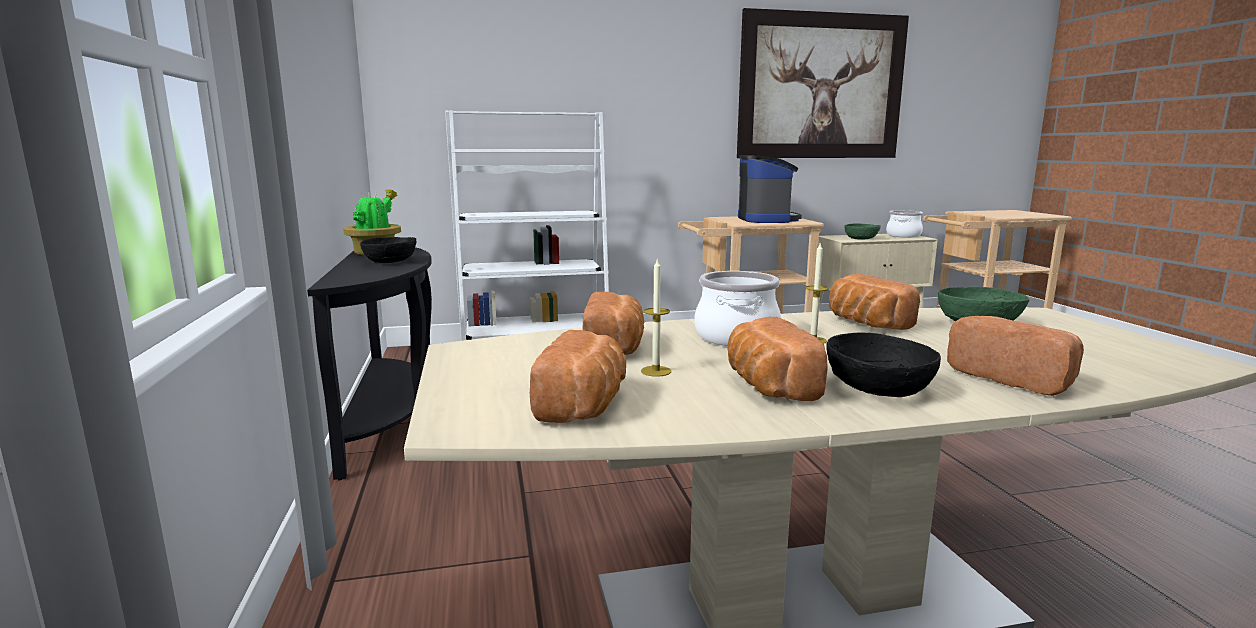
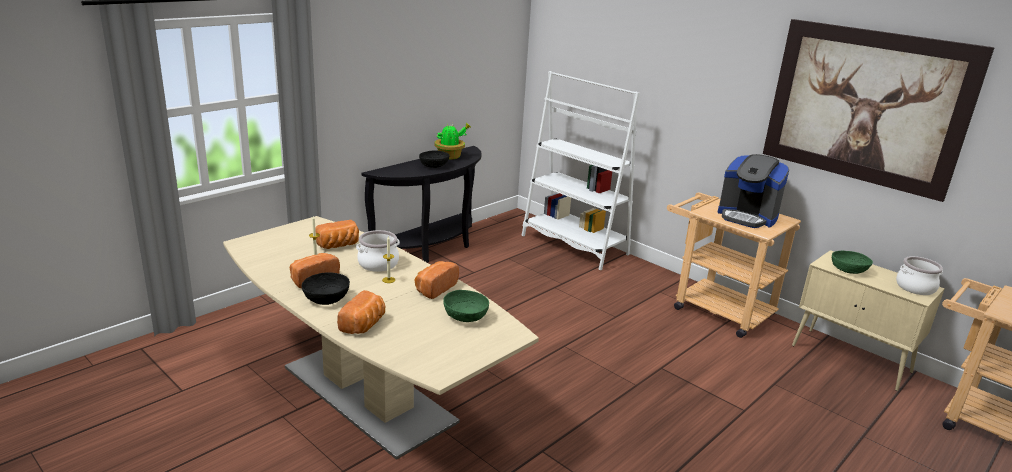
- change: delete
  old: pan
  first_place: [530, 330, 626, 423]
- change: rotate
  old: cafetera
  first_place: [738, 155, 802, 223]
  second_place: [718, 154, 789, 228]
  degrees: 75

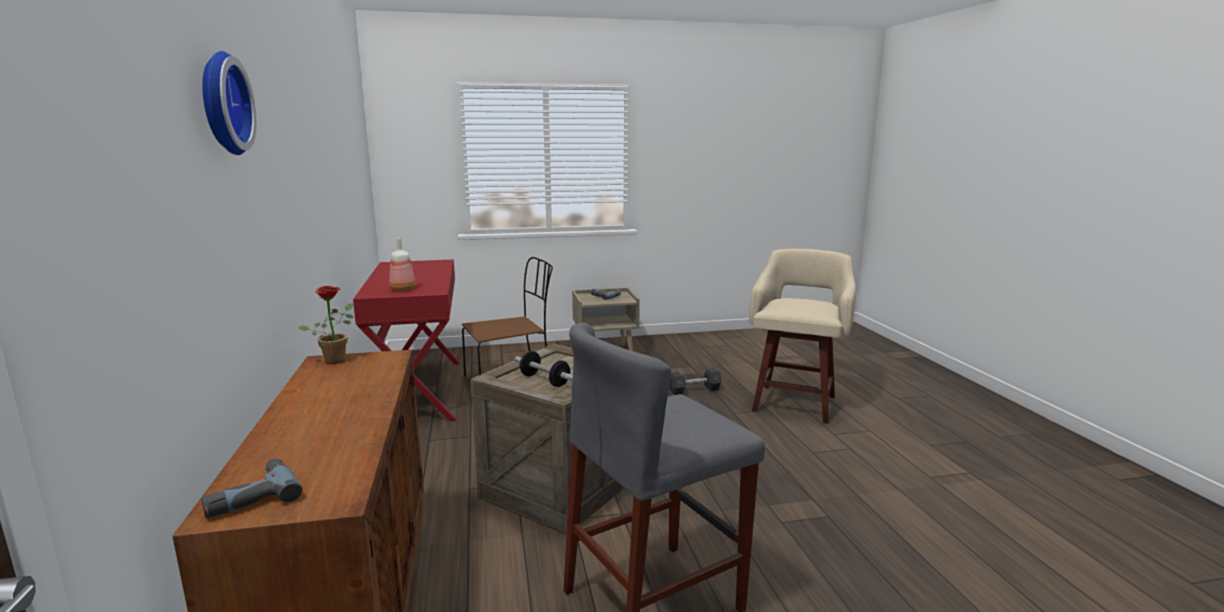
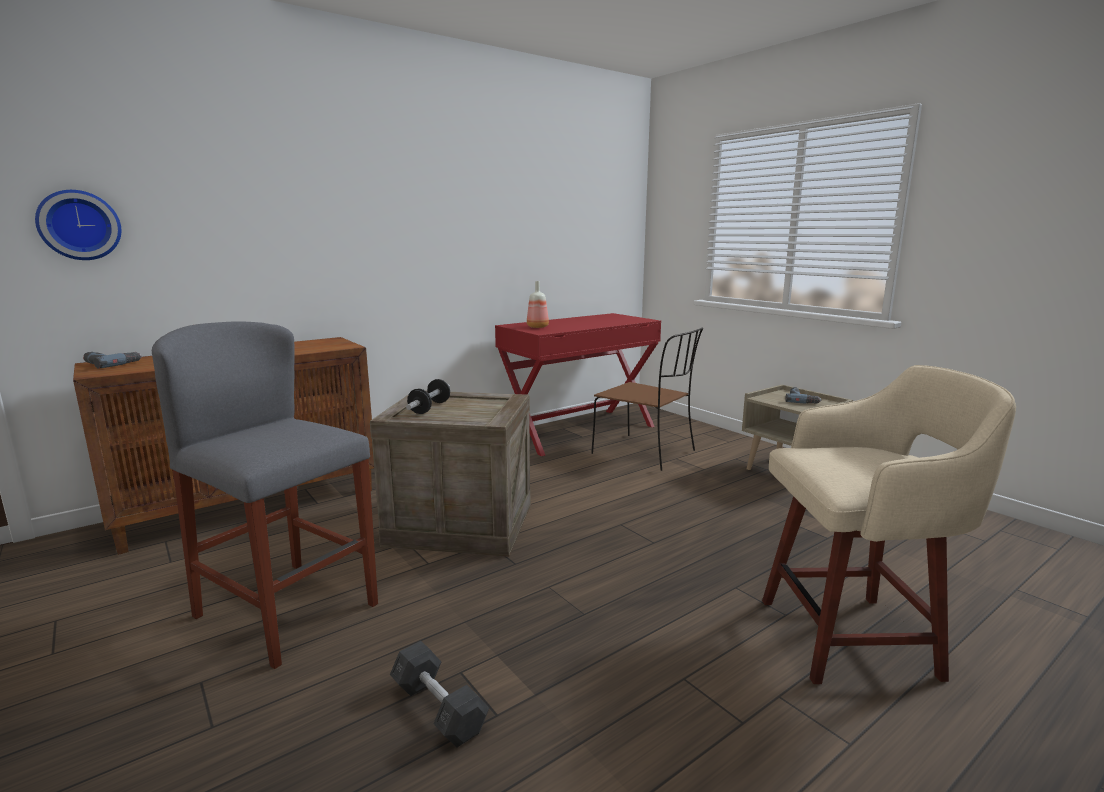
- change: move
  old: reloj de pared
  first_place: [202, 51, 256, 155]
  second_place: [35, 190, 121, 260]
- change: delete
  old: planta en maceta
  first_place: [299, 286, 354, 364]
- change: move
  old: mancuerna/gris
  first_place: [669, 368, 722, 395]
  second_place: [390, 641, 489, 747]

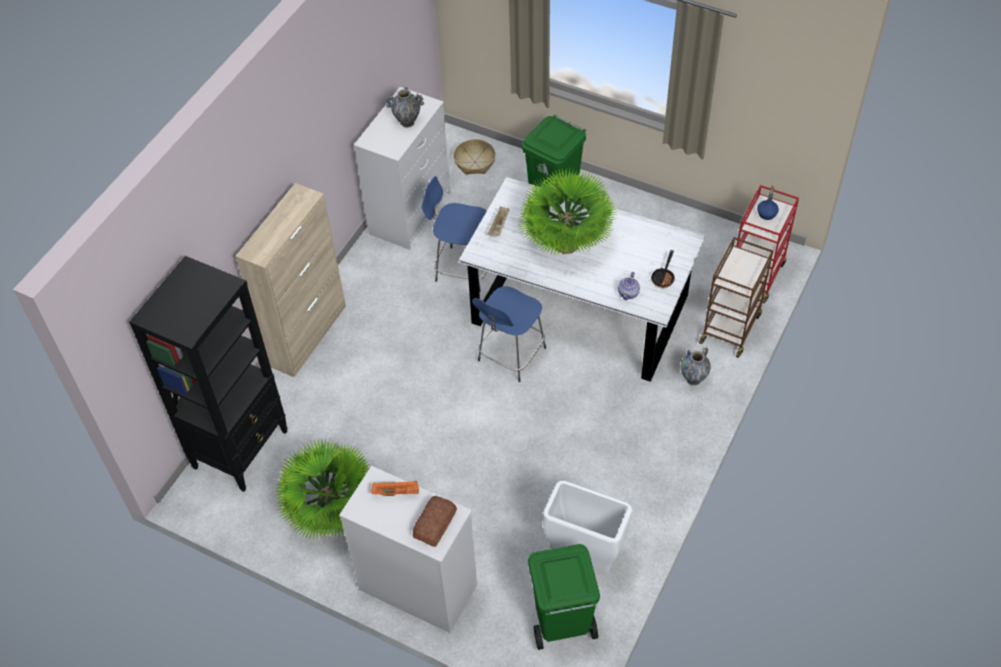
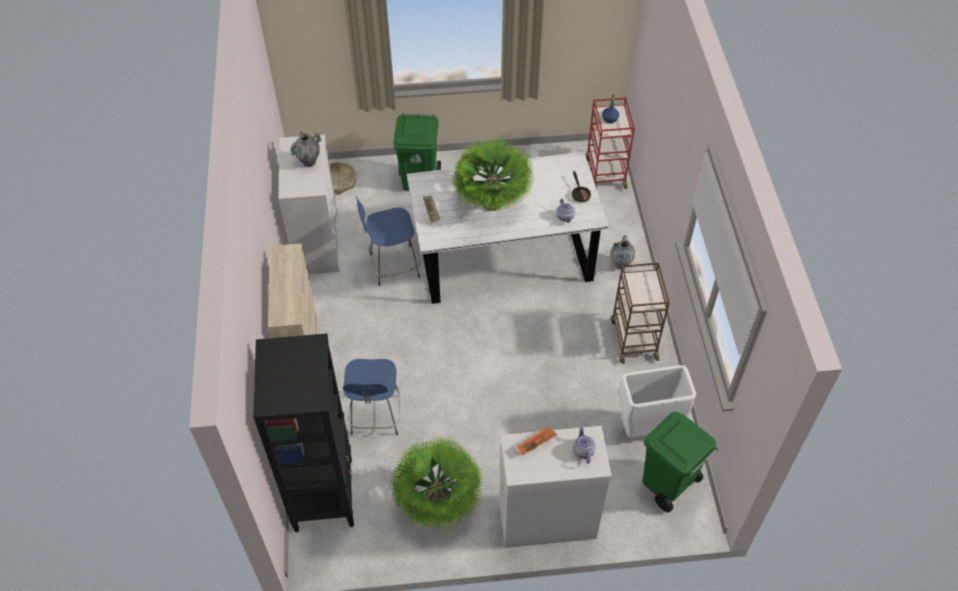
- change: replace
  old: pan
  new: tetera
  first_place: [413, 496, 457, 547]
  second_place: [573, 427, 596, 464]
- change: move
  old: taburete/azul
  first_place: [472, 286, 546, 382]
  second_place: [343, 359, 400, 435]
- change: move
  old: carrito/marrón
  first_place: [699, 237, 773, 358]
  second_place: [611, 263, 670, 364]

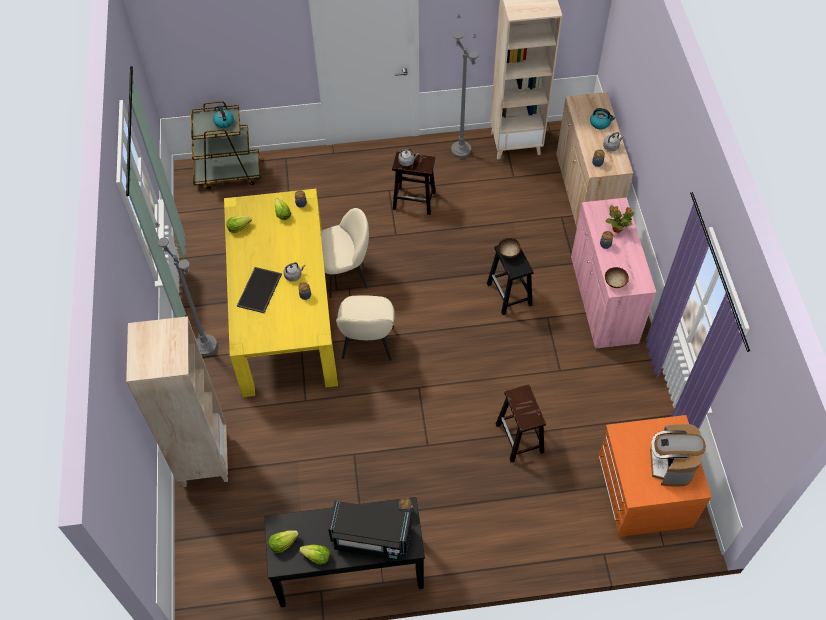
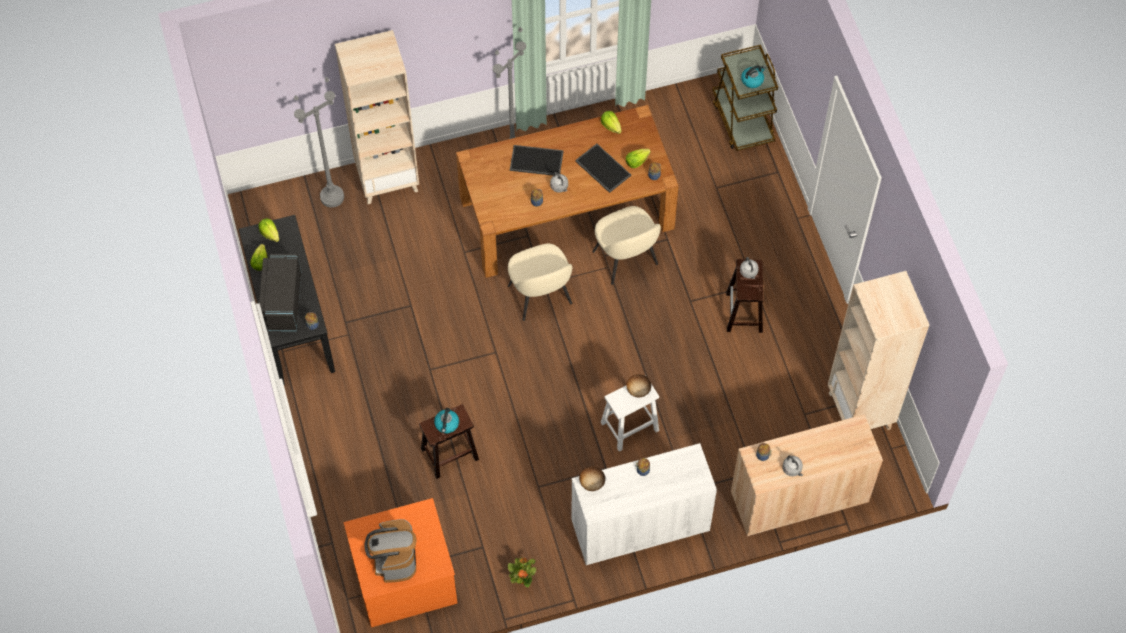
- change: recolor
  old: mesa de comedor/amarillo
  new: mesa de comedor/marrón
  first_place: [224, 189, 338, 397]
  second_place: [456, 105, 679, 278]
- change: rotate
  old: silla/beis
  first_place: [336, 295, 395, 361]
  second_place: [508, 244, 572, 321]
  degrees: -105
- change: move
  old: lámpara de pie/gris
  first_place: [451, 13, 478, 158]
  second_place: [294, 77, 344, 207]
- change: recolor
  old: taburete/negro
  new: taburete/blanco
  first_place: [487, 245, 533, 315]
  second_place: [601, 384, 659, 451]
- change: recolor
  old: armario/rosa
  new: armario/blanco
  first_place: [571, 198, 656, 349]
  second_place: [571, 443, 717, 565]
- change: move
  old: hervidor
  first_place: [590, 108, 615, 129]
  second_place: [434, 408, 459, 433]
- change: move
  old: planta en maceta
  first_place: [606, 205, 634, 233]
  second_place: [508, 558, 537, 587]
- change: rotate
  old: cafetera
  first_place: [650, 424, 706, 487]
  second_place: [365, 519, 416, 583]
  degrees: -90
- change: insert
  new: bandeja
  second_place: [575, 144, 631, 193]

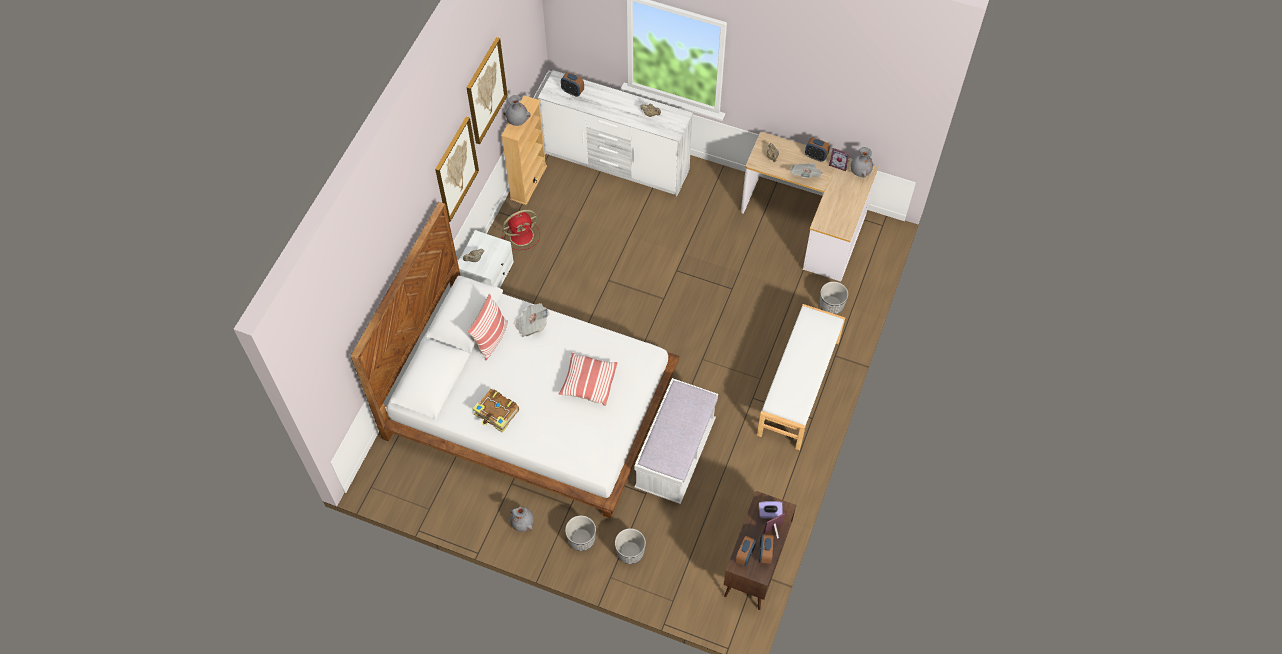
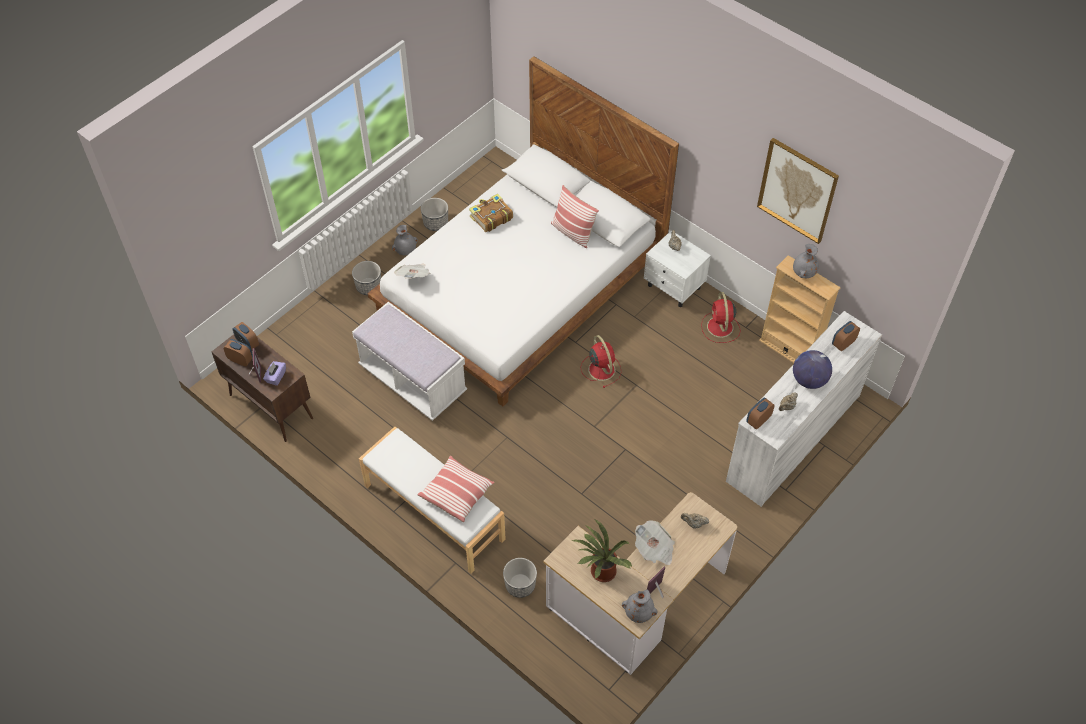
- change: delete
  old: cuadro
  first_place: [435, 117, 479, 222]
- change: move
  old: periódico
  first_place: [514, 303, 549, 337]
  second_place: [394, 264, 430, 279]
- change: move
  old: cojín
  first_place: [558, 353, 617, 406]
  second_place: [417, 456, 495, 522]
- change: move
  old: maceta
  first_place: [615, 528, 646, 564]
  second_place: [421, 198, 448, 231]
- change: move
  old: despertador
  first_place: [805, 138, 830, 162]
  second_place: [746, 398, 775, 429]
- change: insert
  new: planta en maceta
  second_place: [572, 519, 633, 582]
- change: insert
  new: ventilador/rojo
  second_place: [581, 335, 622, 388]
- change: insert
  new: globo terráqueo
  second_place: [793, 350, 832, 389]

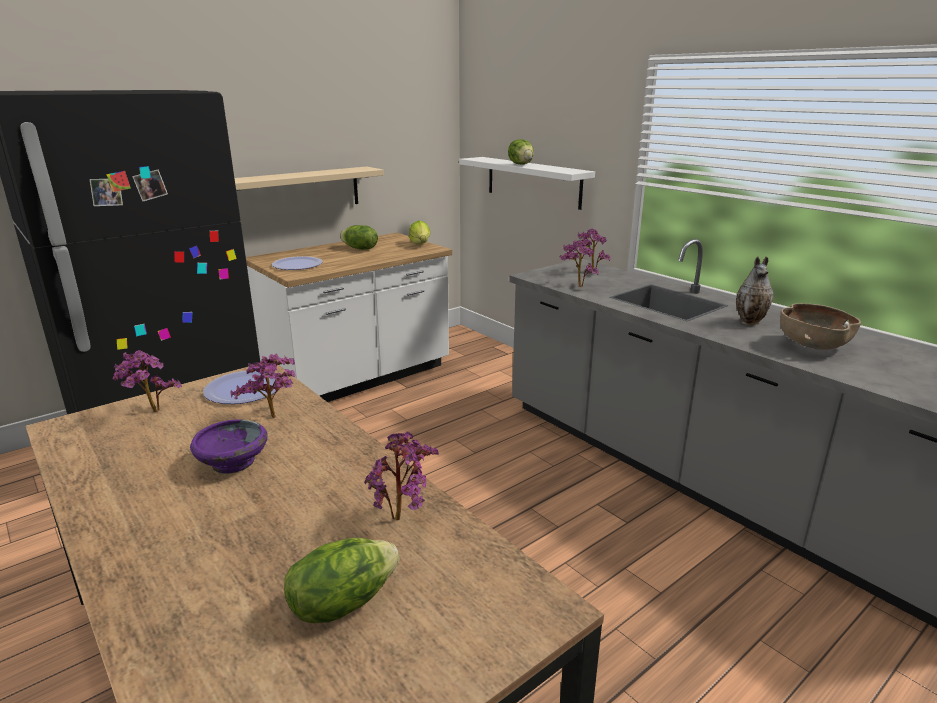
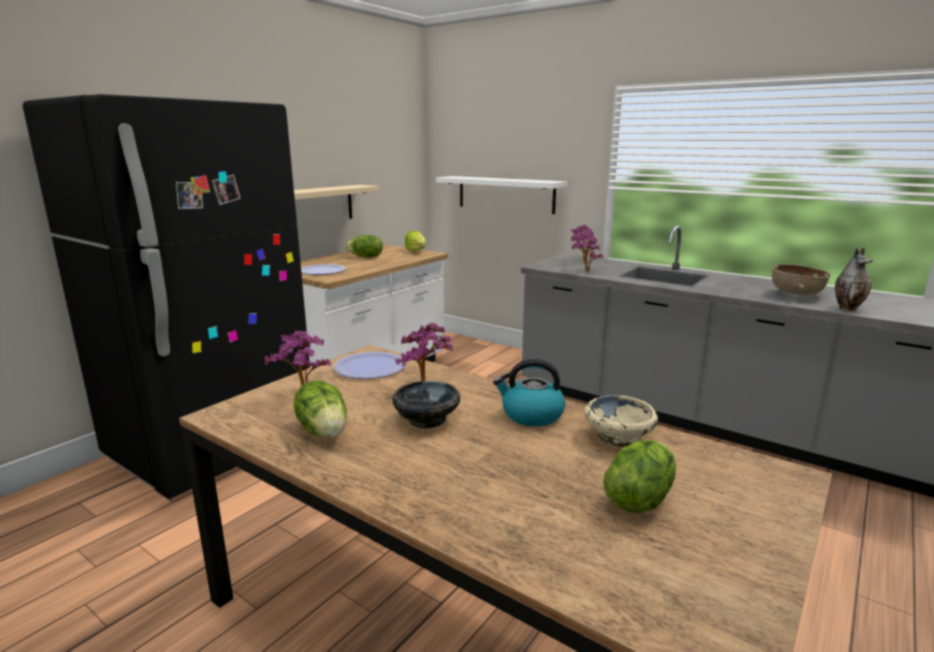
- change: recolor
  old: cuenco/morado
  new: cuenco/negro
  first_place: [190, 419, 267, 474]
  second_place: [392, 381, 460, 429]
- change: replace
  old: planta en maceta
  new: cuenco/beis
  first_place: [364, 431, 439, 520]
  second_place: [585, 395, 658, 447]
- change: move
  old: lechuga
  first_place: [508, 139, 534, 165]
  second_place: [294, 380, 347, 438]
- change: move
  old: florero
  first_place: [736, 256, 773, 325]
  second_place: [835, 247, 873, 311]
- change: insert
  new: hervidor
  second_place: [493, 359, 565, 426]

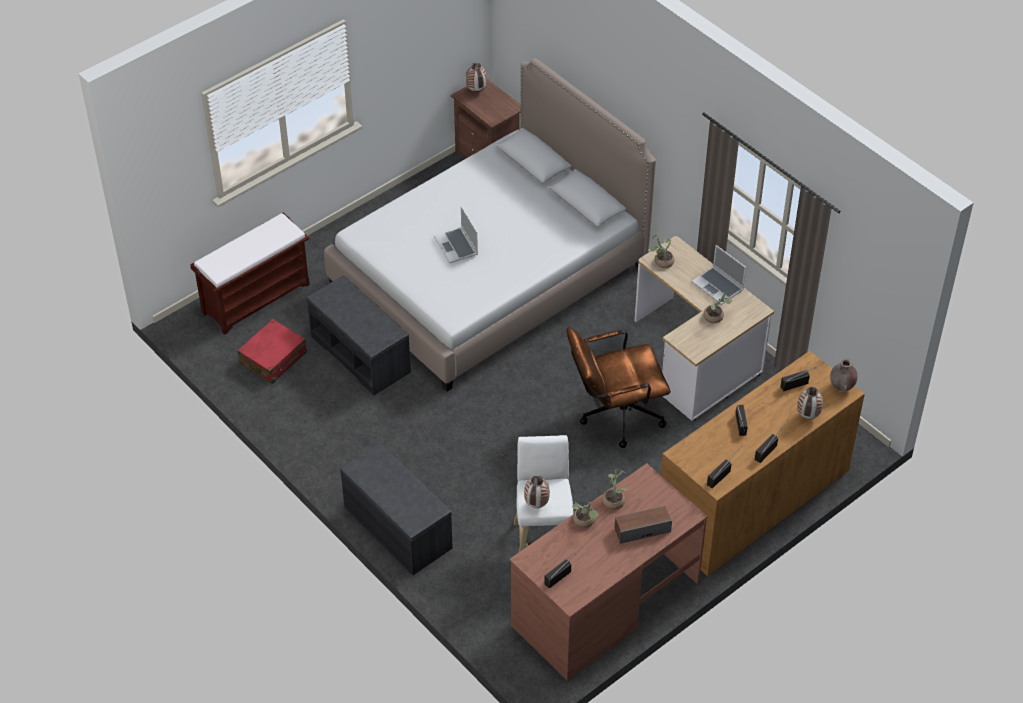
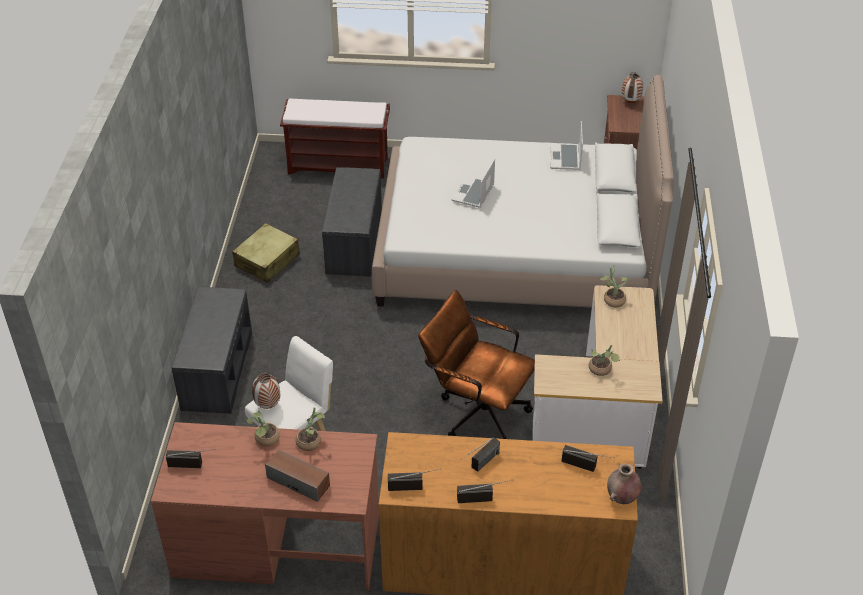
- change: delete
  old: maleta/rojo
  first_place: [237, 319, 307, 384]
- change: move
  old: portátil
  first_place: [692, 245, 746, 305]
  second_place: [550, 121, 583, 170]
- change: delete
  old: florero
  first_place: [797, 387, 823, 419]
- change: insert
  new: maleta/beis
  second_place: [232, 223, 300, 283]

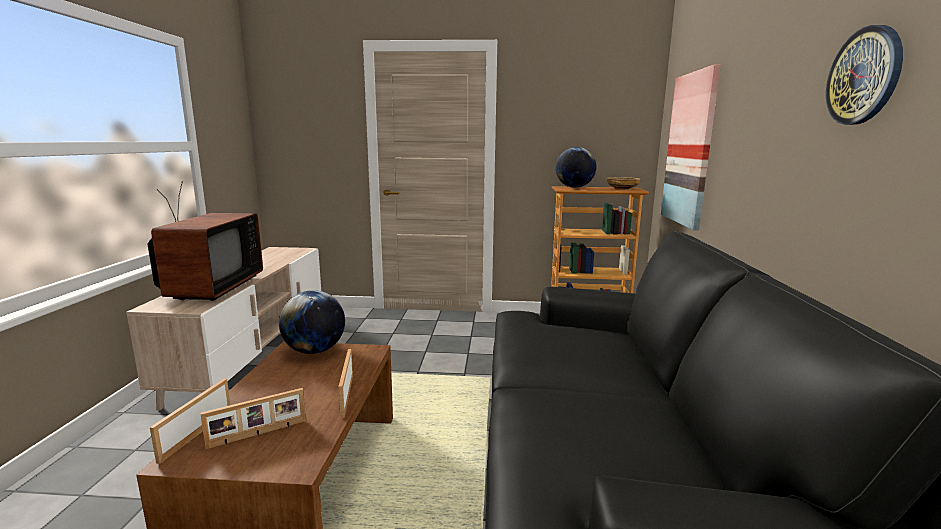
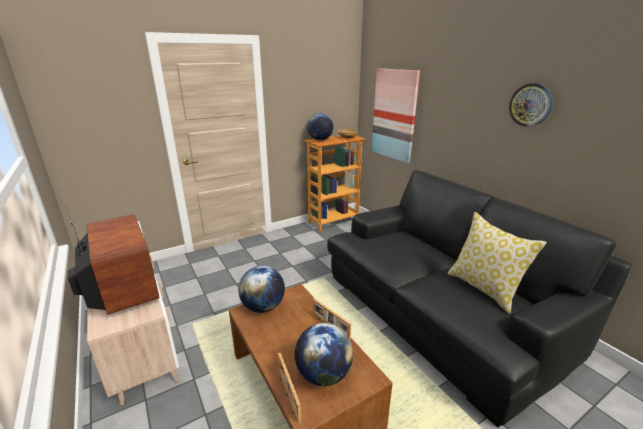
- change: replace
  old: portarretratos
  new: globo terráqueo
  first_place: [200, 388, 306, 449]
  second_place: [295, 323, 353, 386]
- change: insert
  new: cojín
  second_place: [448, 212, 547, 314]

